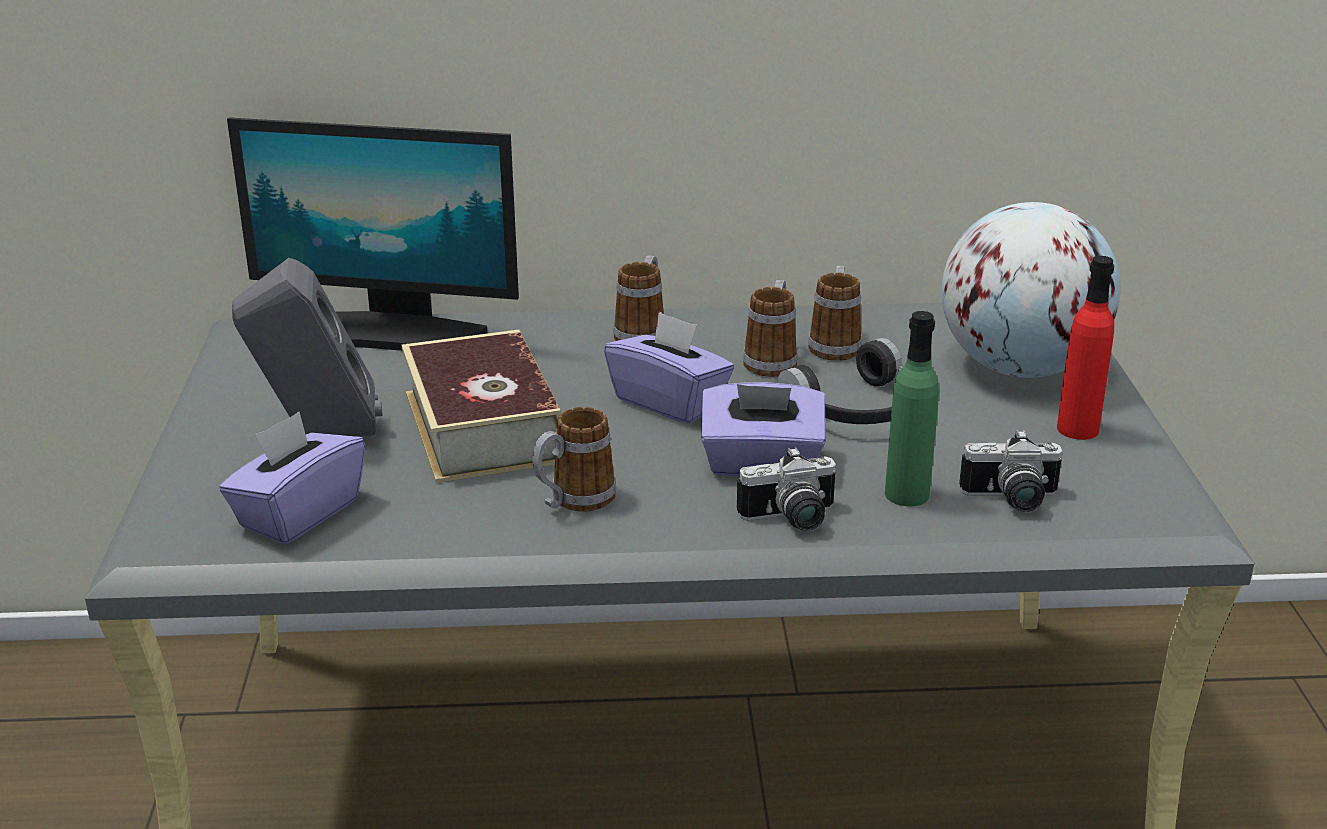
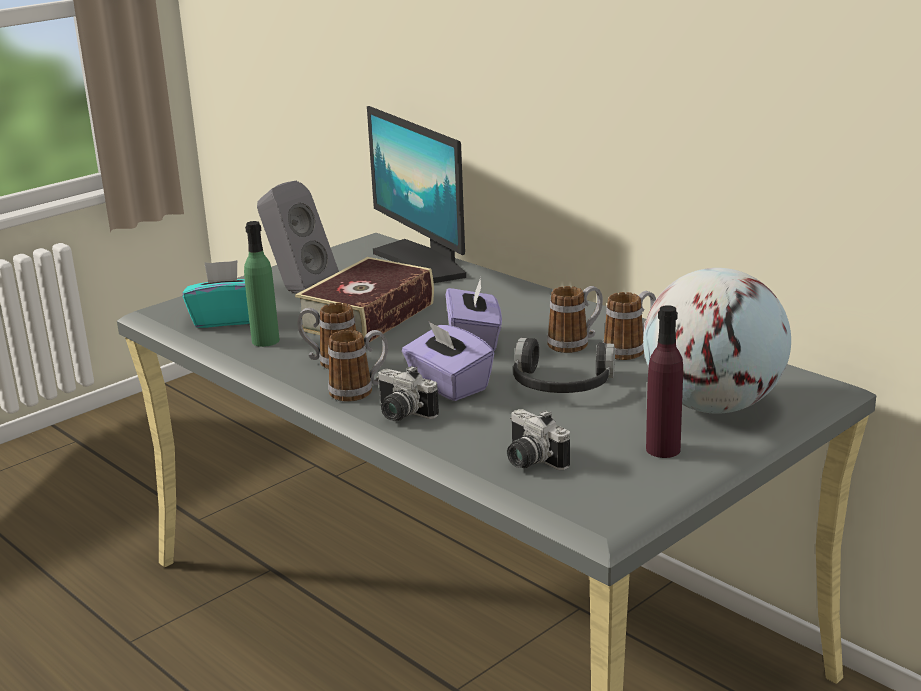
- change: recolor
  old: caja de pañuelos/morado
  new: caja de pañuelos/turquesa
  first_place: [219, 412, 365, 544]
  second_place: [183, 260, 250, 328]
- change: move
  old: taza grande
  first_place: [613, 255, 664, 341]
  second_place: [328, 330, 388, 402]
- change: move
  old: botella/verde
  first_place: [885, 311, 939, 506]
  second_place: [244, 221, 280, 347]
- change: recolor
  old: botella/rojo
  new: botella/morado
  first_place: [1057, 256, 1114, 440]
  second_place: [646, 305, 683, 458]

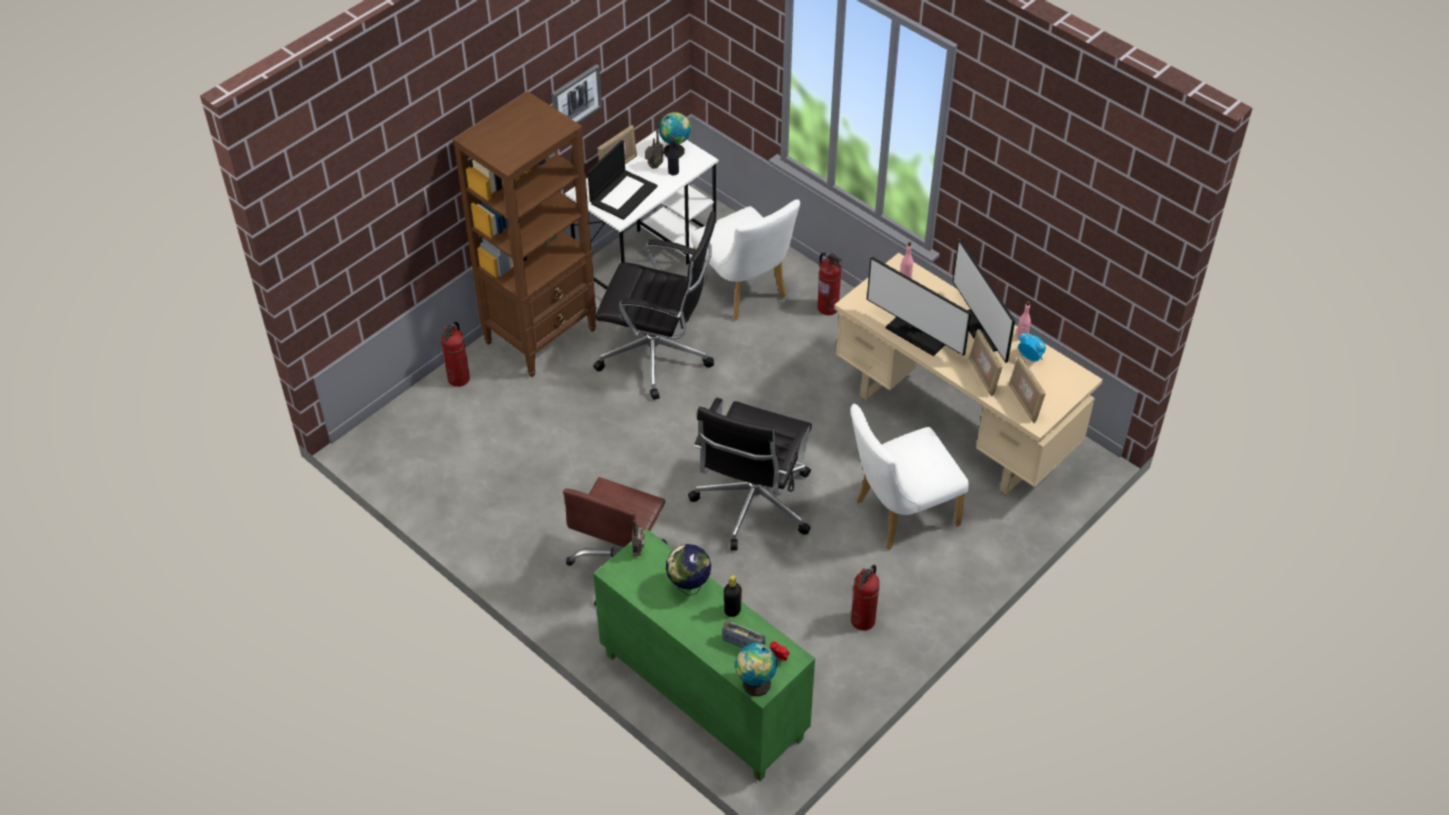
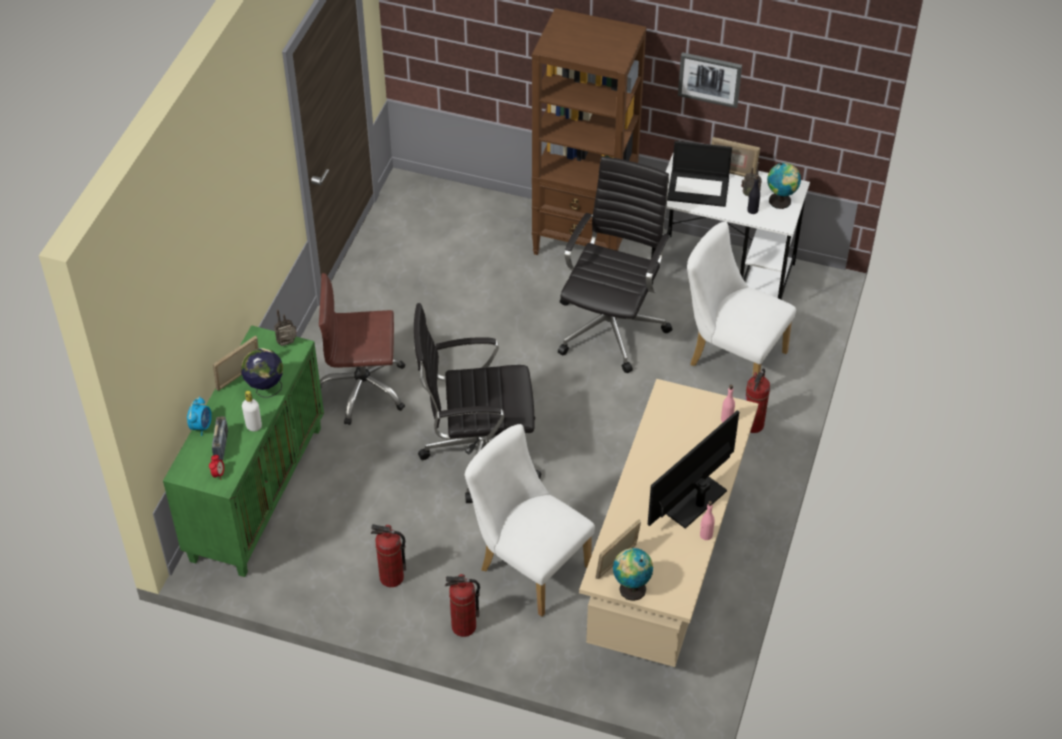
- change: move
  old: extintor
  first_place: [441, 322, 470, 387]
  second_place: [445, 574, 480, 637]
- change: rotate
  old: silla de oficina/negro
  first_place: [593, 211, 716, 400]
  second_place: [558, 156, 672, 373]
  degrees: -150
- change: rotate
  old: silla/blanco
  first_place: [691, 199, 800, 320]
  second_place: [687, 221, 796, 376]
  degrees: 90
- change: recolor
  old: botella/negro
  new: botella/blanco
  first_place: [724, 575, 742, 617]
  second_place: [242, 391, 262, 431]
- change: move
  old: globo terráqueo
  first_place: [735, 643, 777, 696]
  second_place: [613, 548, 653, 601]
- change: delete
  old: monitor
  first_place: [867, 257, 971, 356]
- change: move
  old: portarretratos
  first_place: [969, 329, 1002, 397]
  second_place: [213, 335, 258, 391]
- change: move
  old: despertador
  first_place: [1018, 333, 1046, 362]
  second_place: [187, 397, 212, 436]

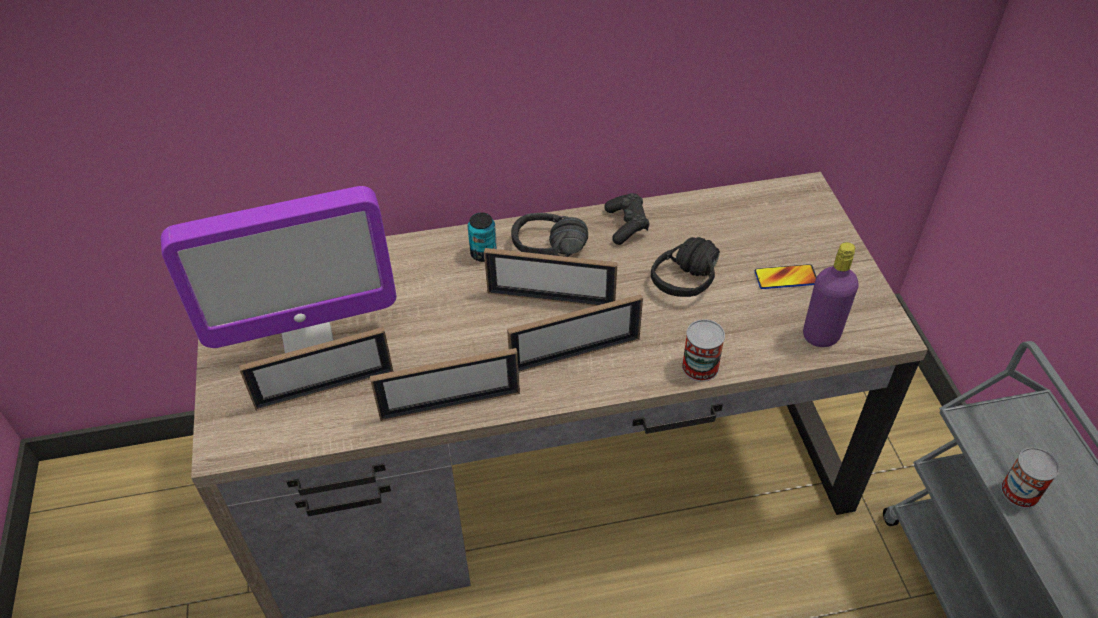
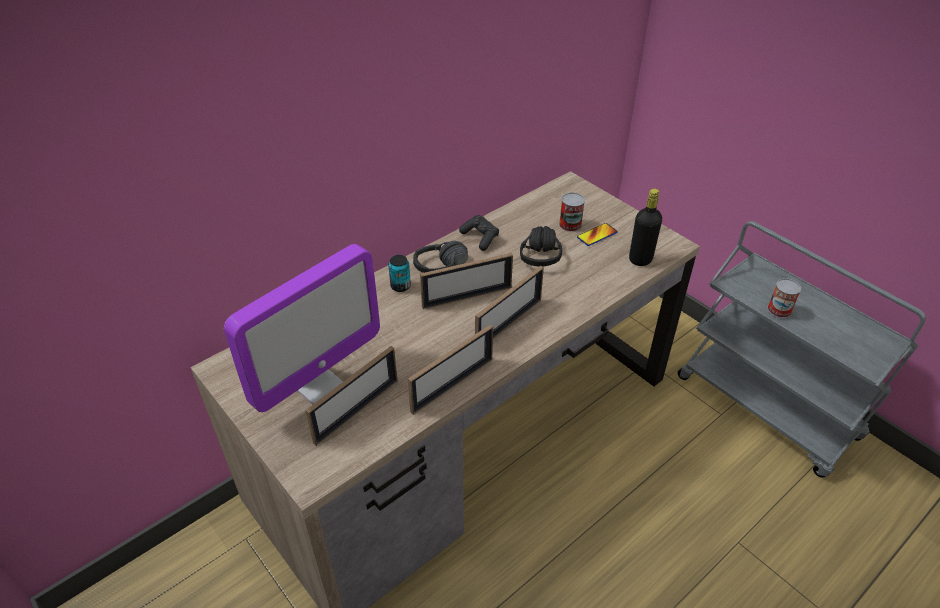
- change: move
  old: lata
  first_place: [682, 319, 725, 382]
  second_place: [559, 193, 585, 232]
- change: recolor
  old: botella/morado
  new: botella/negro
  first_place: [803, 242, 859, 347]
  second_place: [629, 188, 662, 266]

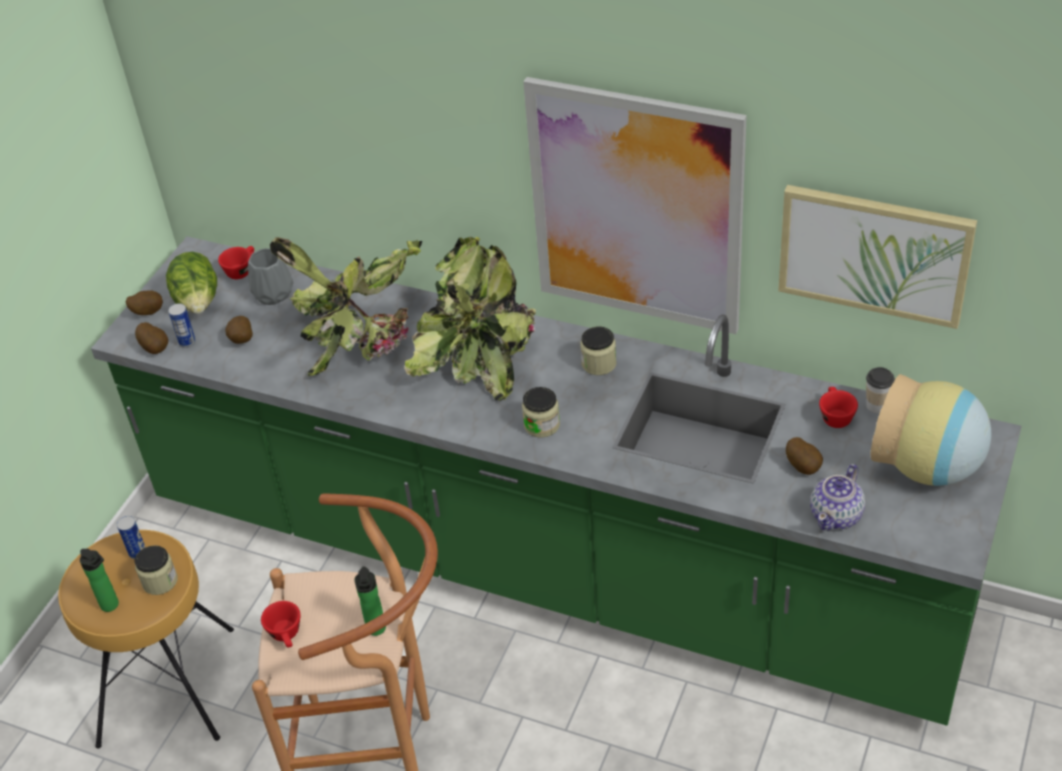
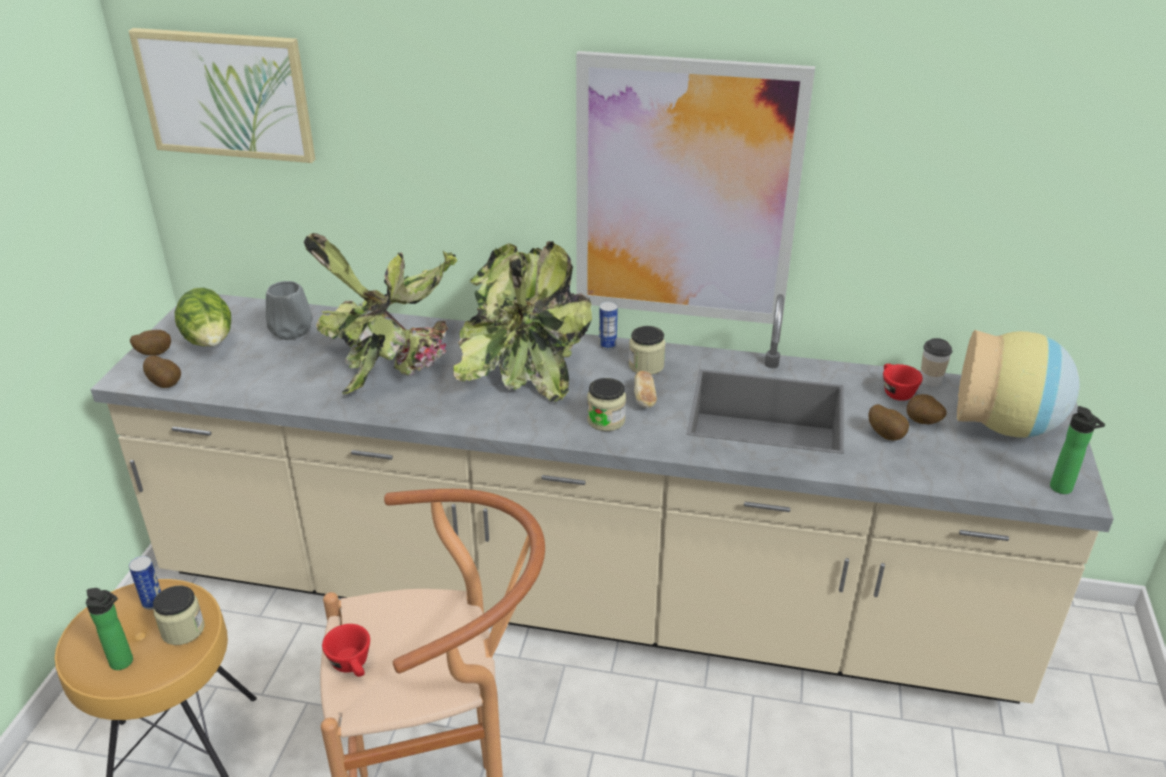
- change: recolor
  old: mueble bajo de cocina/verde
  new: mueble bajo de cocina/beis
  first_place: [91, 236, 1022, 726]
  second_place: [91, 294, 1114, 704]
- change: move
  old: lata
  first_place: [168, 303, 196, 348]
  second_place: [599, 302, 618, 350]
- change: delete
  old: taza/rojo
  first_place: [218, 246, 254, 279]
- change: move
  old: patata
  first_place: [225, 316, 253, 344]
  second_place: [907, 394, 947, 424]
- change: move
  old: botella
  first_place: [354, 566, 386, 636]
  second_place: [1050, 406, 1105, 494]
- change: move
  old: cuadro
  first_place: [778, 185, 977, 329]
  second_place: [129, 28, 315, 163]
- change: delete
  old: tetera
  first_place: [810, 464, 865, 531]
- change: insert
  new: pan
  second_place: [634, 371, 657, 408]

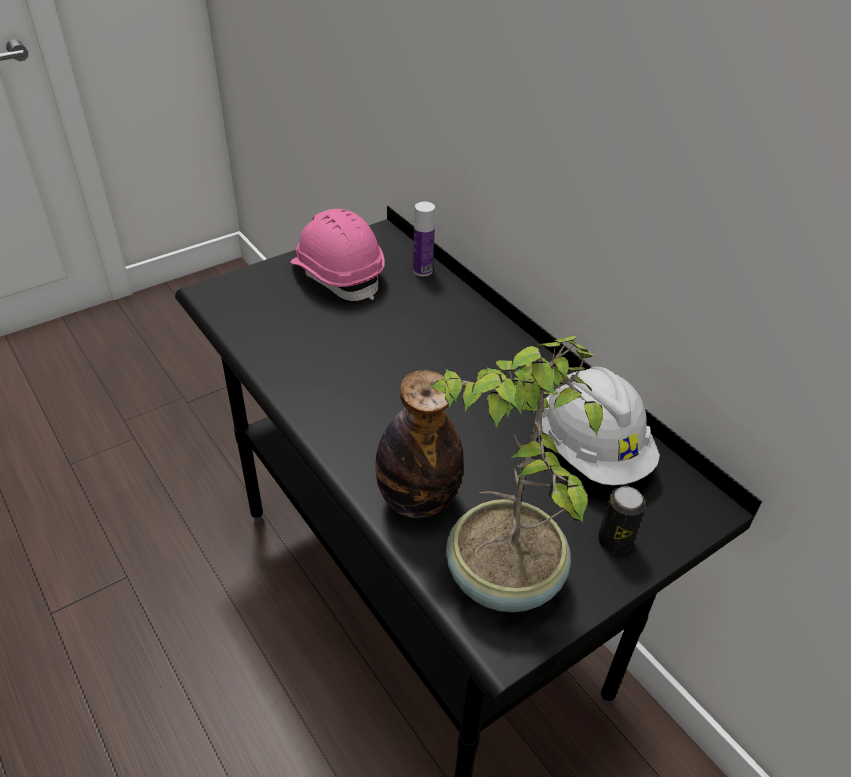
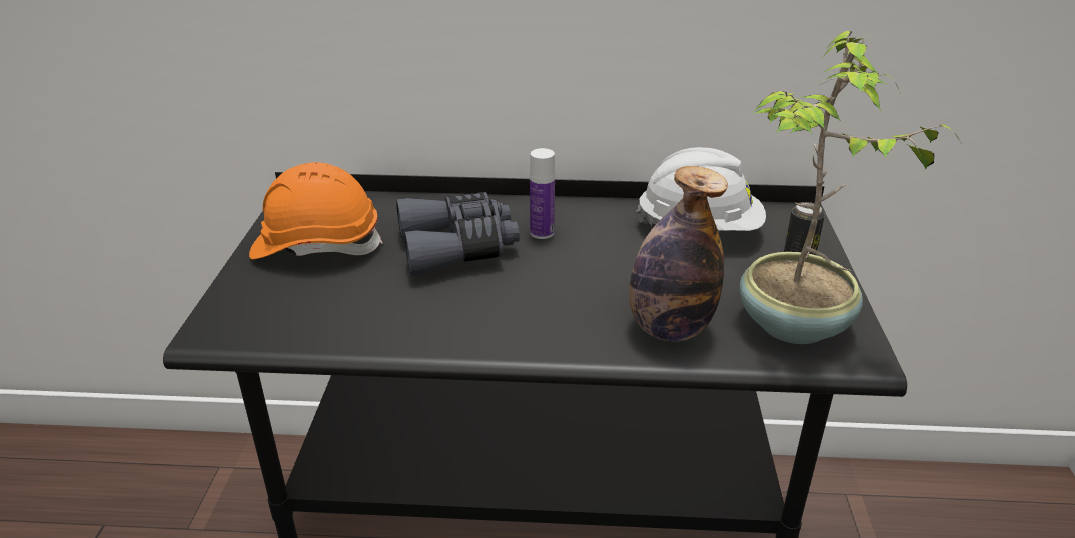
- change: recolor
  old: casco/rosa
  new: casco/naranja
  first_place: [290, 209, 385, 301]
  second_place: [249, 162, 383, 259]
- change: move
  old: botella
  first_place: [413, 202, 435, 276]
  second_place: [530, 148, 555, 239]
- change: insert
  new: prismáticos/gris
  second_place: [396, 192, 520, 277]

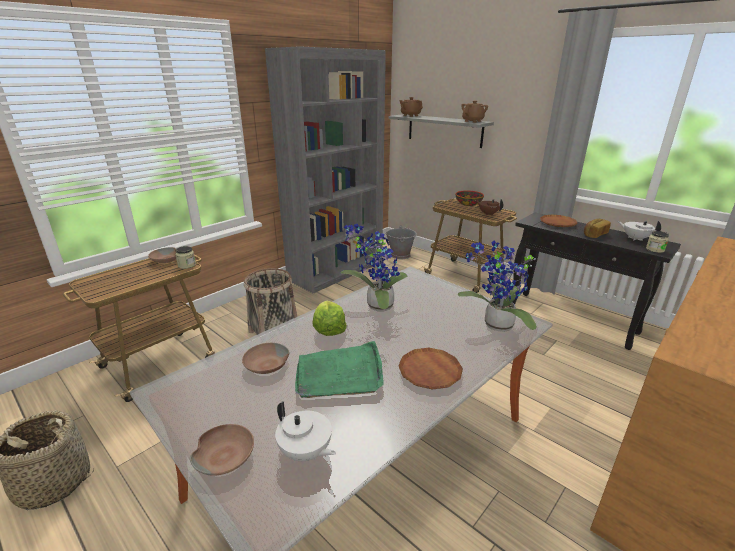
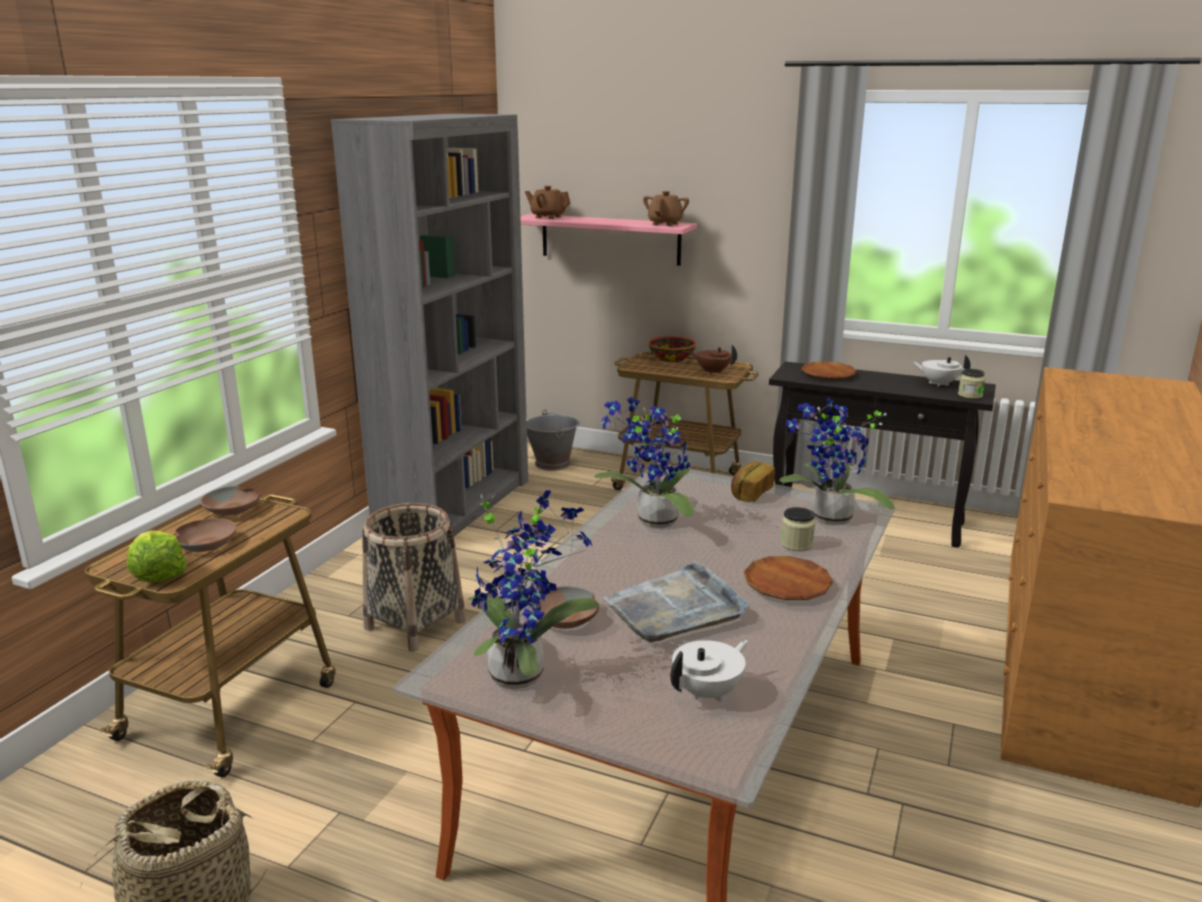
- change: move
  old: tarro
  first_place: [175, 246, 196, 269]
  second_place: [780, 507, 815, 551]
- change: move
  old: cuenco/marrón
  first_place: [190, 424, 254, 476]
  second_place: [175, 518, 236, 552]
- change: rotate
  old: tetera/blanco
  first_place: [275, 401, 336, 461]
  second_place: [670, 640, 748, 702]
  degrees: -60
- change: recolor
  old: bandeja/verde
  new: bandeja/gris
  first_place: [295, 341, 384, 398]
  second_place: [603, 561, 748, 642]
- change: move
  old: lechuga
  first_place: [312, 300, 347, 336]
  second_place: [127, 530, 187, 582]
- change: recolor
  old: estante/gris
  new: estante/rosa
  first_place: [388, 114, 494, 148]
  second_place: [520, 214, 697, 266]
- change: move
  old: pan
  first_place: [584, 219, 611, 238]
  second_place: [731, 461, 775, 502]
- change: insert
  new: planta en maceta
  second_place: [468, 490, 599, 689]

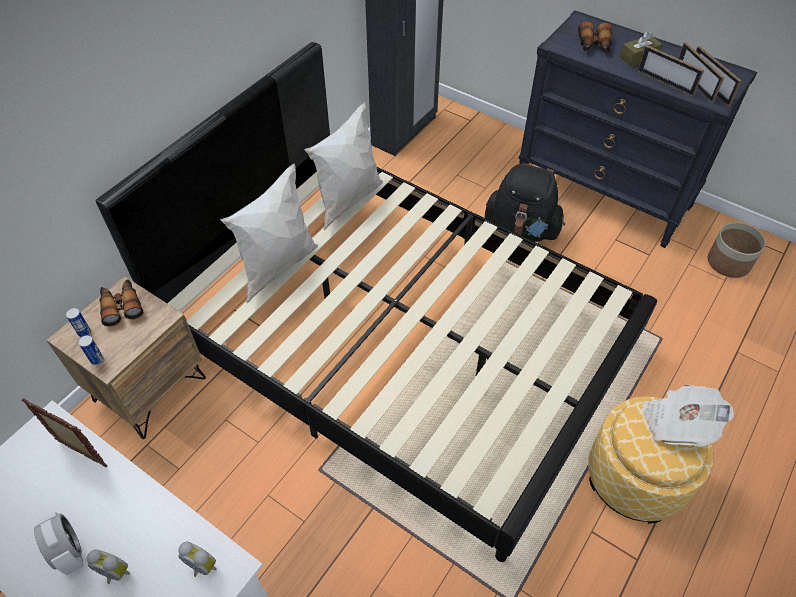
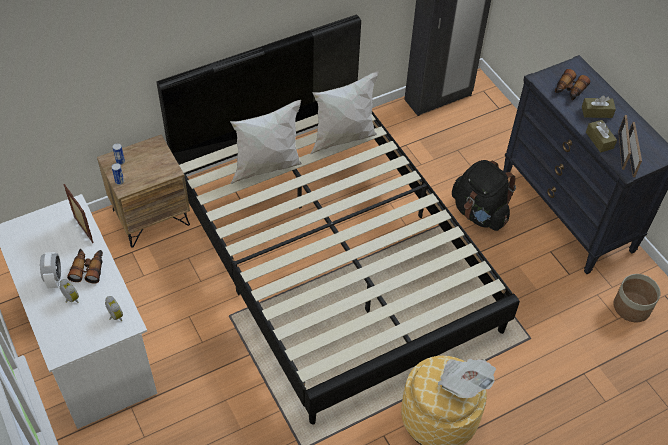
- change: move
  old: prismáticos
  first_place: [99, 279, 143, 326]
  second_place: [67, 249, 103, 284]
- change: replace
  old: portarretratos
  new: caja de pañuelos/marrón
  first_place: [637, 45, 704, 97]
  second_place: [586, 120, 617, 152]

